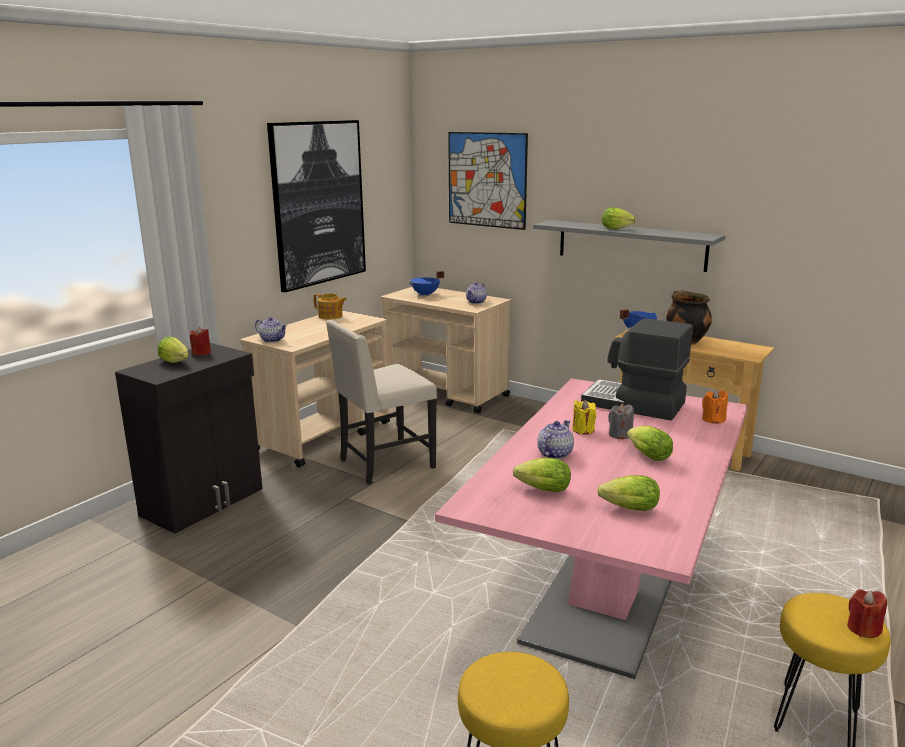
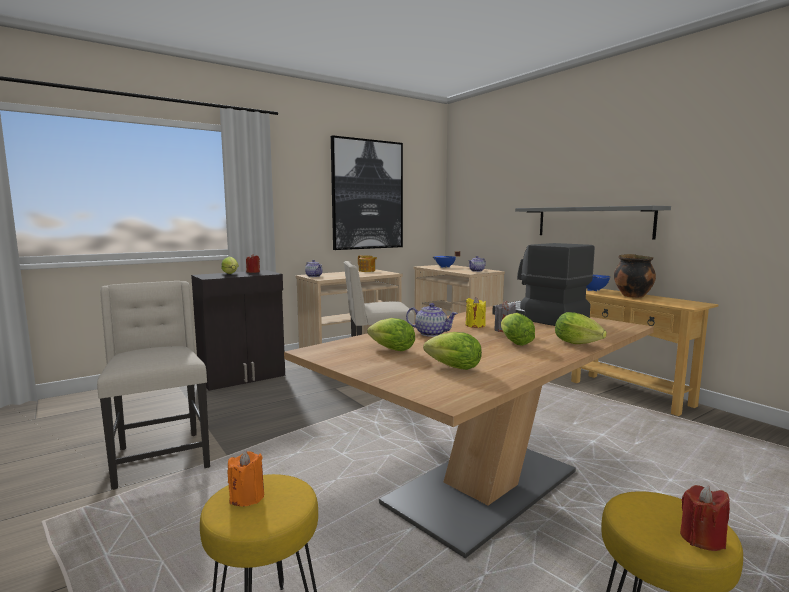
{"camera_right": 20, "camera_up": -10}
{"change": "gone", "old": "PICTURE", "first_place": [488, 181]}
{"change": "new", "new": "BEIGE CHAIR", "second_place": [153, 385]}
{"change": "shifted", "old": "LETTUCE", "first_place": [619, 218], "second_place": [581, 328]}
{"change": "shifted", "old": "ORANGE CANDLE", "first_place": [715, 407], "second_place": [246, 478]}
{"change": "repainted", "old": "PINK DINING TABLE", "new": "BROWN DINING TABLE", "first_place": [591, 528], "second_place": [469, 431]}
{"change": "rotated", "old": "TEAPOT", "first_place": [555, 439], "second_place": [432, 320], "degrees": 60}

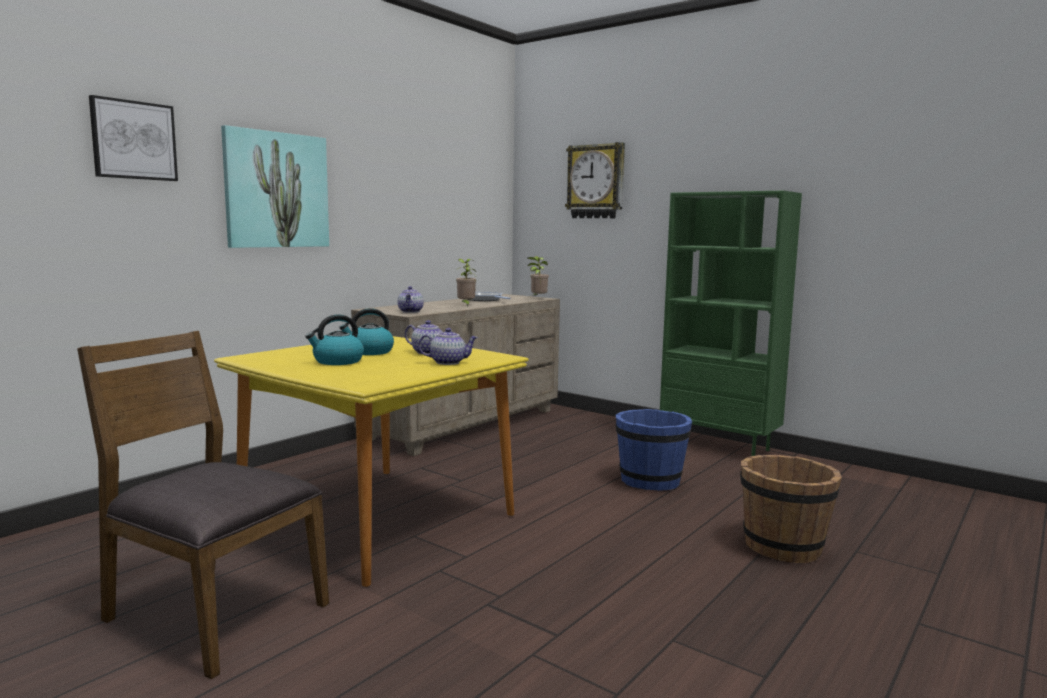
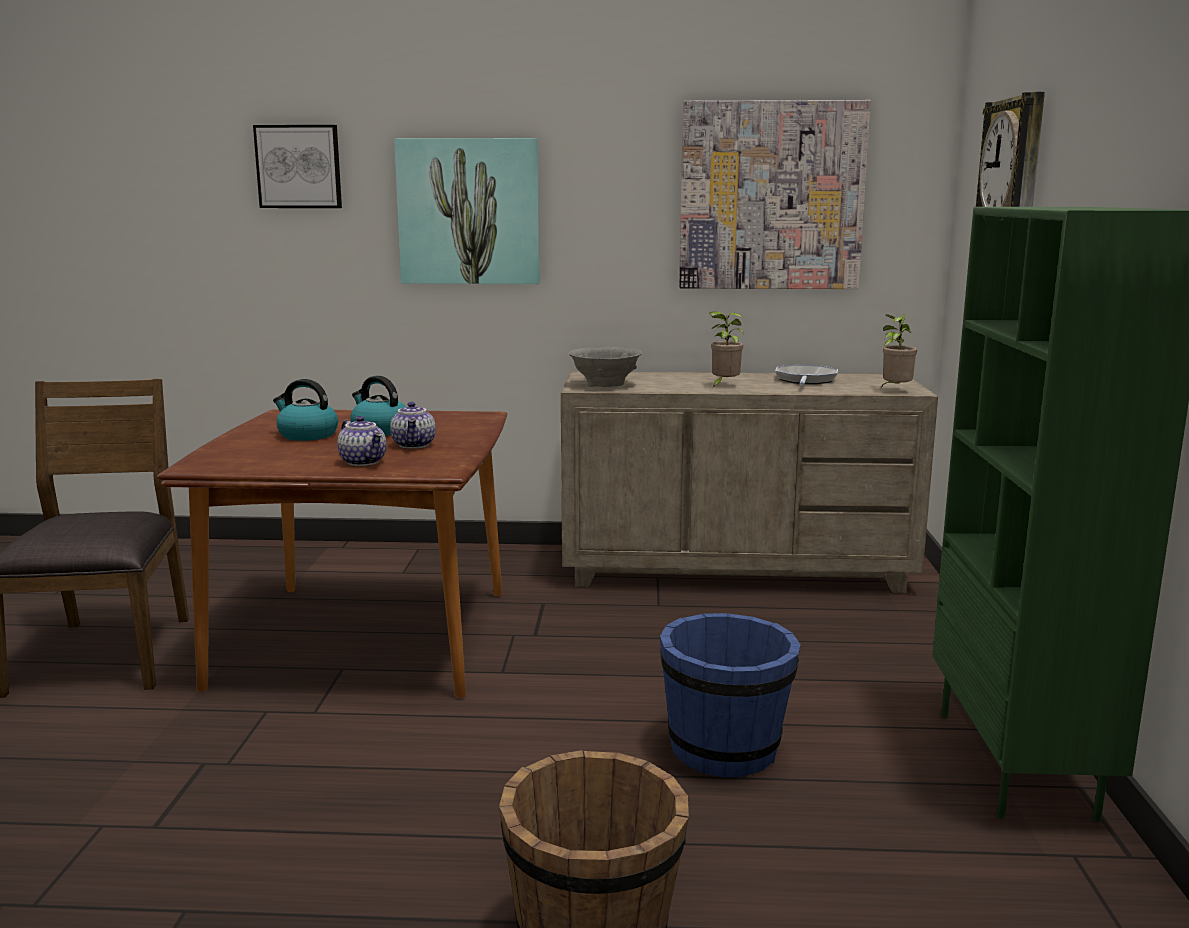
{"camera_right": 55, "camera_up": 5}
{"change": "new", "new": "PICTURE", "second_place": [775, 194]}
{"change": "swapped", "old": "TEAPOT", "new": "GREY BOWL", "first_place": [411, 299], "second_place": [605, 367]}
{"change": "repainted", "old": "YELLOW DINING TABLE", "new": "BROWN DINING TABLE", "first_place": [371, 461], "second_place": [332, 553]}

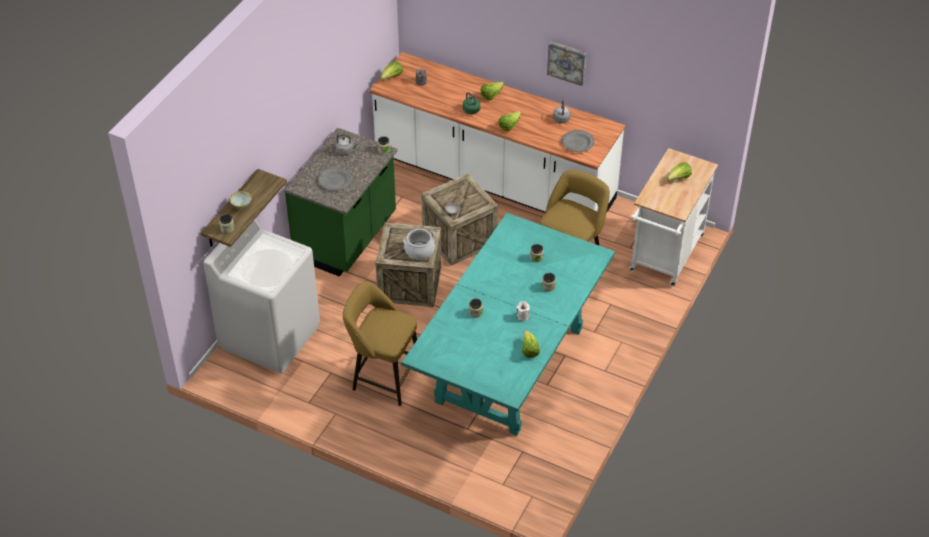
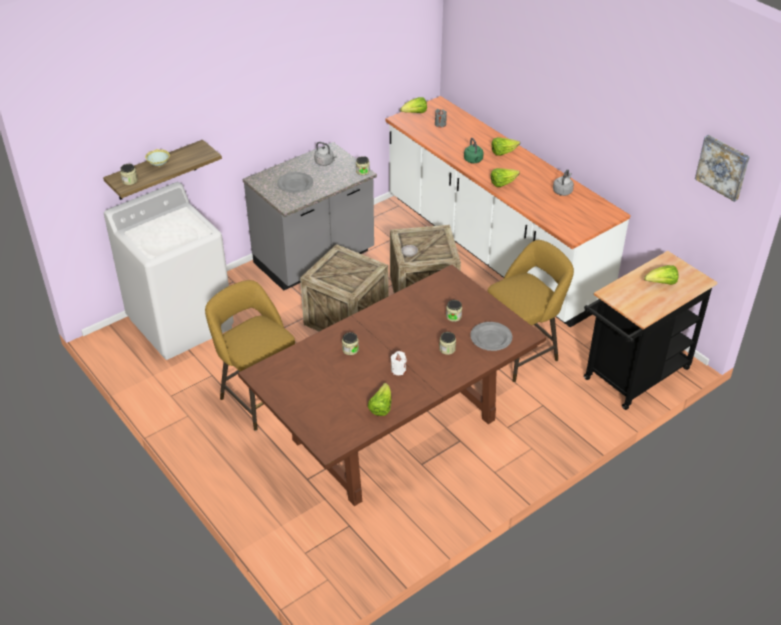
{"camera_right": 25, "camera_up": -5}
{"change": "gone", "old": "COOKING POT", "first_place": [419, 244]}
{"change": "shifted", "old": "PICTURE", "first_place": [566, 64], "second_place": [722, 168]}
{"change": "shifted", "old": "GREY PLATE", "first_place": [578, 141], "second_place": [491, 336]}
{"change": "repainted", "old": "GREEN COUNTER", "new": "GREY COUNTER", "first_place": [340, 202], "second_place": [310, 216]}
{"change": "repainted", "old": "TURQUOISE DINING TABLE", "new": "BROWN DINING TABLE", "first_place": [508, 324], "second_place": [392, 385]}
{"change": "repainted", "old": "WHITE CART", "new": "BLACK CART", "first_place": [673, 217], "second_place": [651, 330]}

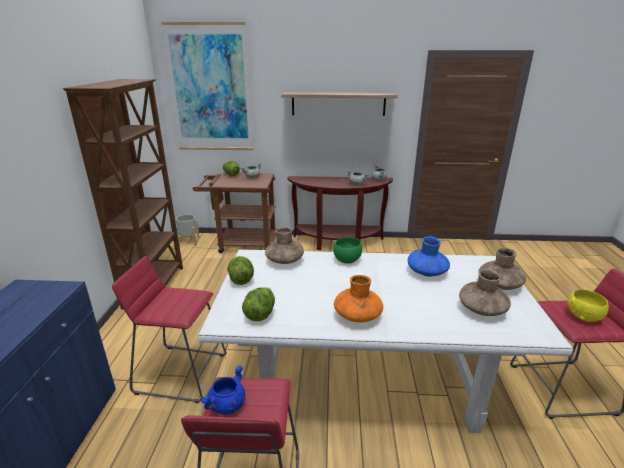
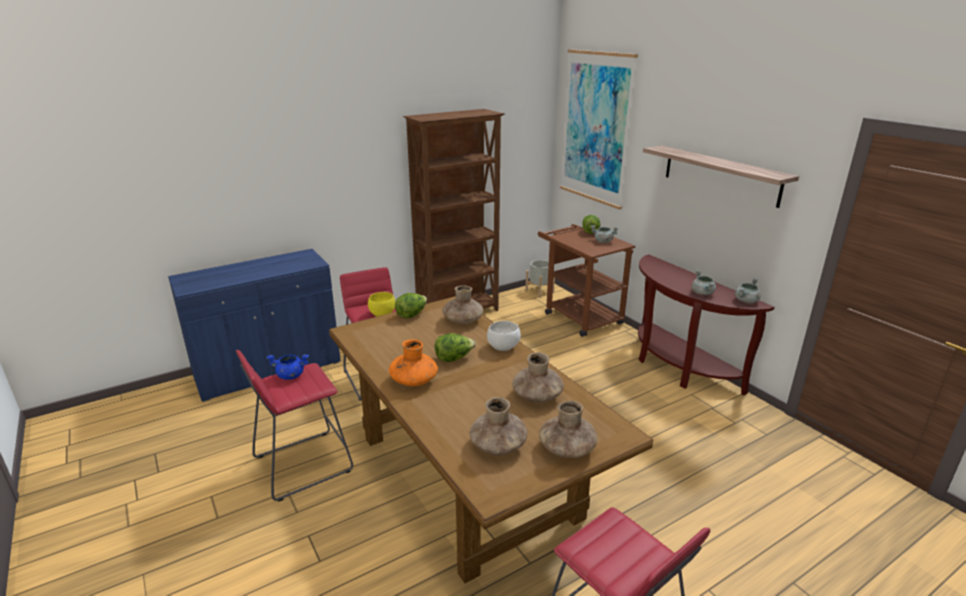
{"camera_right": 55, "camera_up": 0}
{"change": "shifted", "old": "LETTUCE", "first_place": [258, 304], "second_place": [455, 347]}
{"change": "shifted", "old": "YELLOW BOWL", "first_place": [588, 305], "second_place": [381, 304]}
{"change": "repainted", "old": "WHITE DINING TABLE", "new": "BROWN DINING TABLE", "first_place": [386, 341], "second_place": [491, 439]}
{"change": "repainted", "old": "GREEN BOWL", "new": "WHITE BOWL", "first_place": [347, 250], "second_place": [504, 336]}
{"change": "repainted", "old": "BLUE VASE", "new": "BROWN VASE", "first_place": [429, 257], "second_place": [538, 377]}

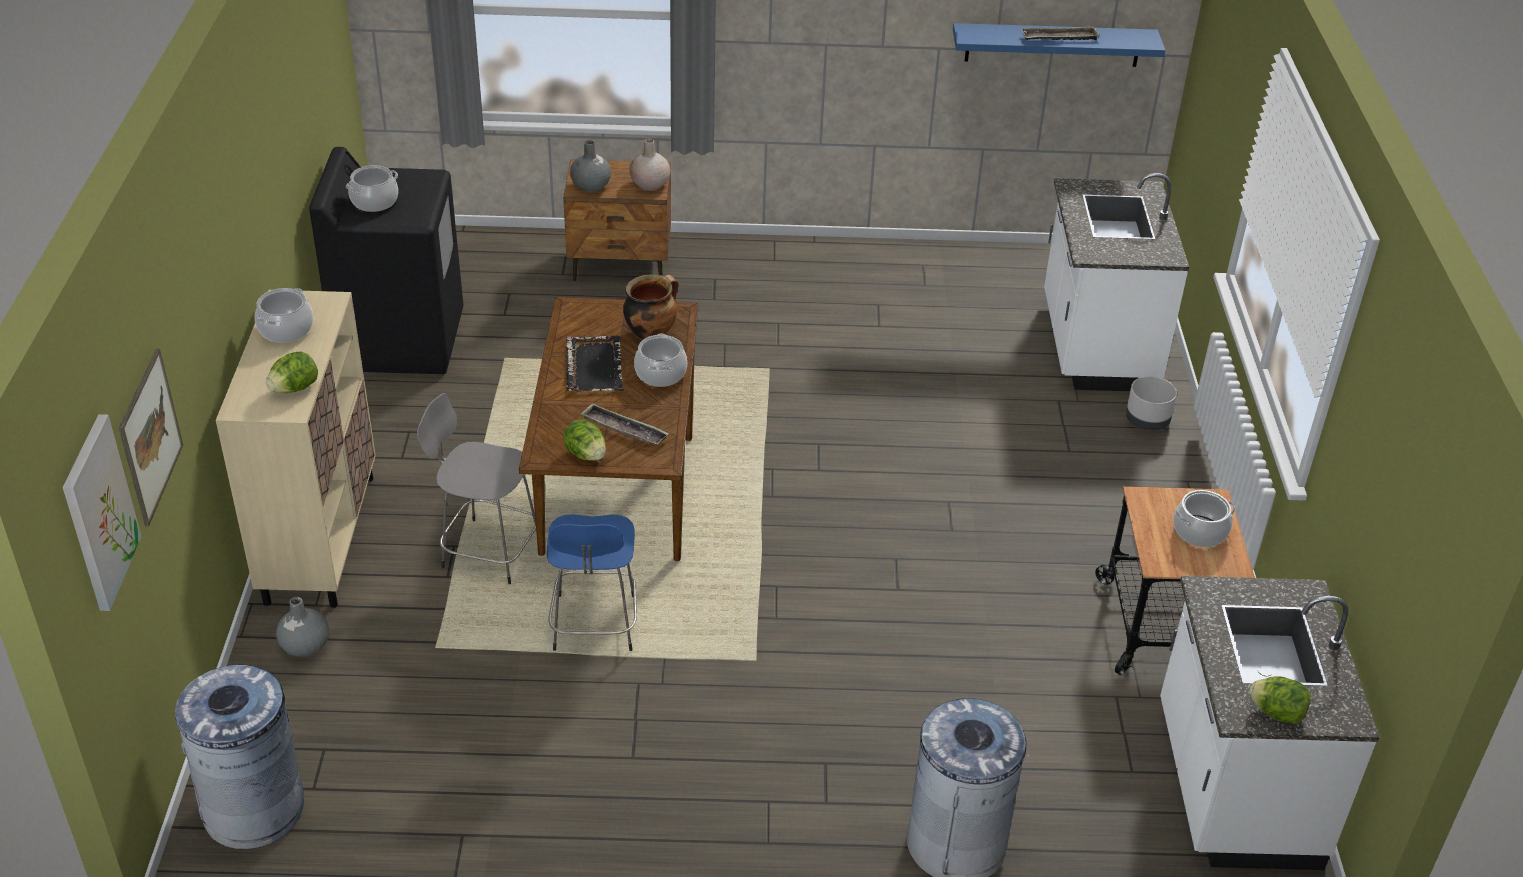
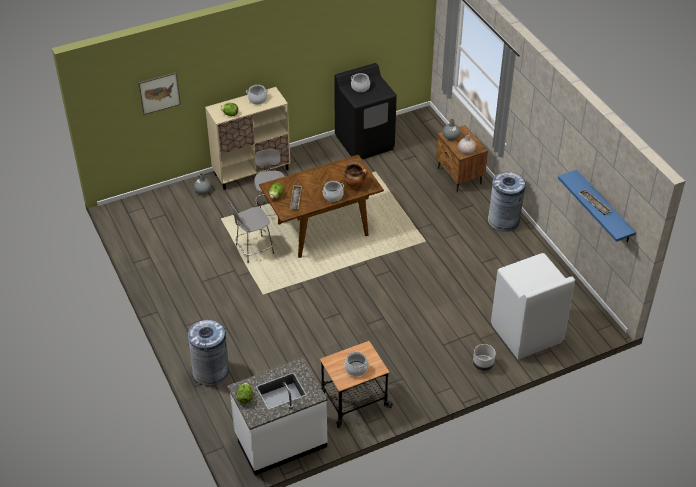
{"camera_right": 65, "camera_up": 5}
{"change": "gone", "old": "PICTURE", "first_place": [102, 512]}
{"change": "gone", "old": "BLACK TRAY", "first_place": [594, 363]}
{"change": "shifted", "old": "GREY TRASH CAN", "first_place": [239, 757], "second_place": [507, 201]}
{"change": "swapped", "old": "WHITE COUNTER", "new": "WHITE WASHING MACHINE", "first_place": [1116, 282], "second_place": [533, 306]}
{"change": "repainted", "old": "BLUE STOOL", "new": "GREY STOOL", "first_place": [592, 582], "second_place": [251, 232]}

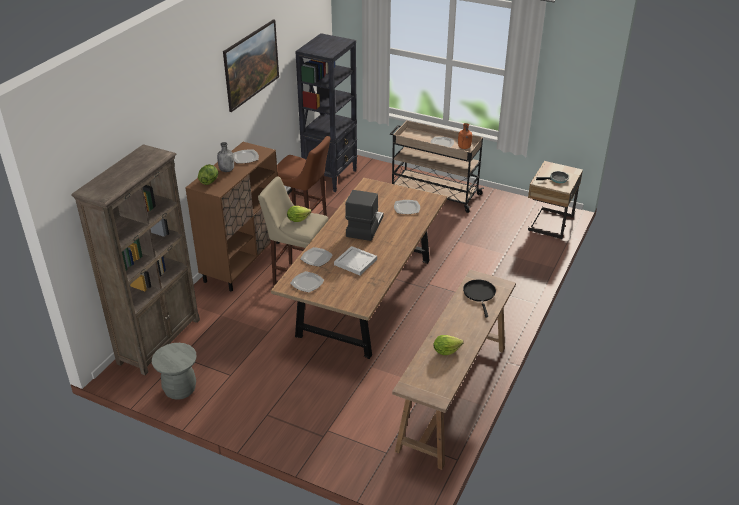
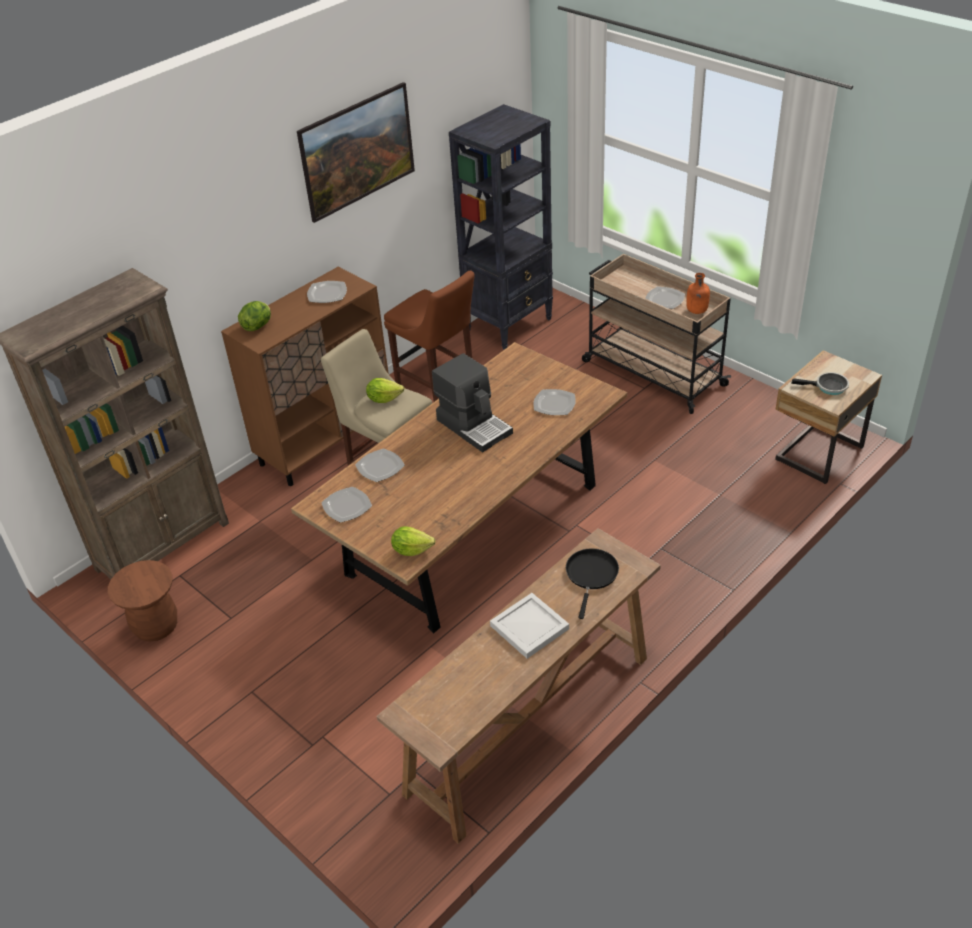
{"camera_right": 20, "camera_up": 5}
{"change": "gone", "old": "GREY BOTTLE", "first_place": [225, 157]}
{"change": "shifted", "old": "WHITE TRAY", "first_place": [355, 260], "second_place": [529, 626]}
{"change": "shifted", "old": "LETTUCE", "first_place": [448, 345], "second_place": [413, 541]}
{"change": "repainted", "old": "GREY STOOL", "new": "BROWN STOOL", "first_place": [174, 371], "second_place": [142, 600]}
{"change": "rotated", "old": "COFFEE MACHINE", "first_place": [364, 215], "second_place": [472, 402], "degrees": 105}

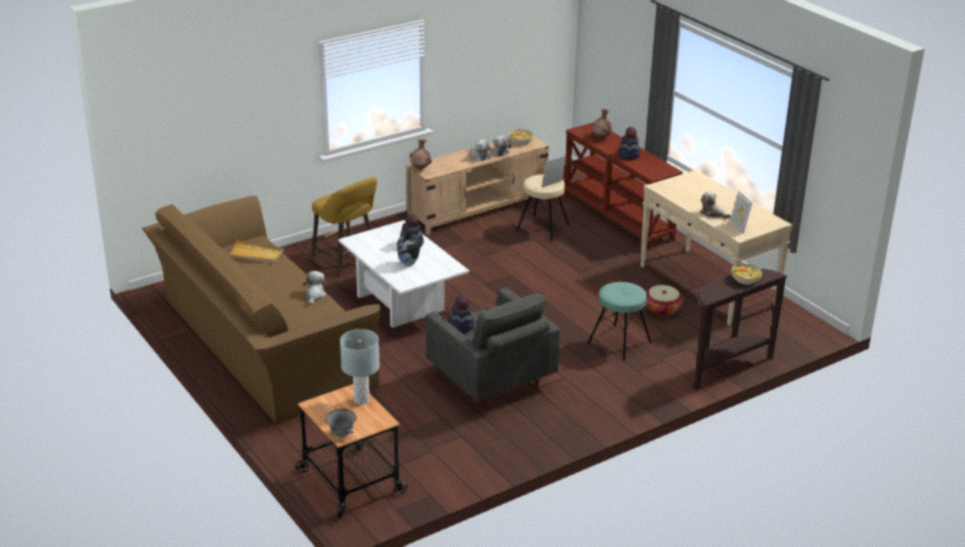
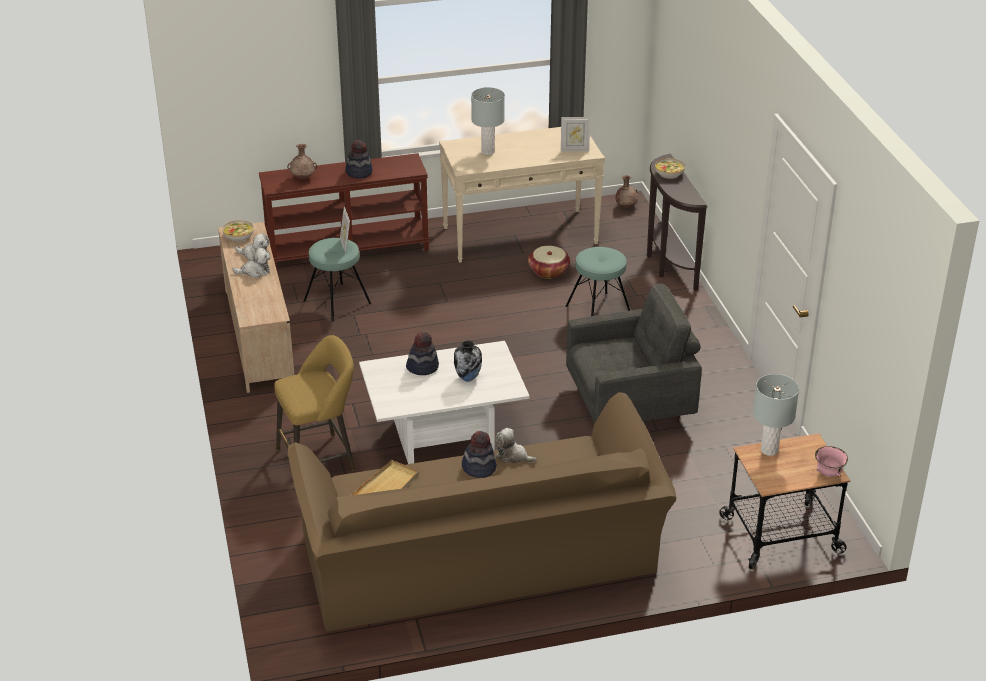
{"camera_right": -70, "camera_up": 5}
{"change": "gone", "old": "PLUSH TOY", "first_place": [715, 205]}
{"change": "new", "new": "GREY TABLE LAMP", "second_place": [488, 121]}
{"change": "shifted", "old": "BROWN VASE", "first_place": [421, 154], "second_place": [627, 191]}
{"change": "shifted", "old": "HAT", "first_place": [462, 314], "second_place": [479, 454]}
{"change": "repainted", "old": "GREY BOWL", "new": "PINK BOWL", "first_place": [341, 423], "second_place": [831, 461]}
{"change": "repainted", "old": "BEIGE STOOL", "new": "TURQUOISE STOOL", "first_place": [542, 208], "second_place": [337, 280]}

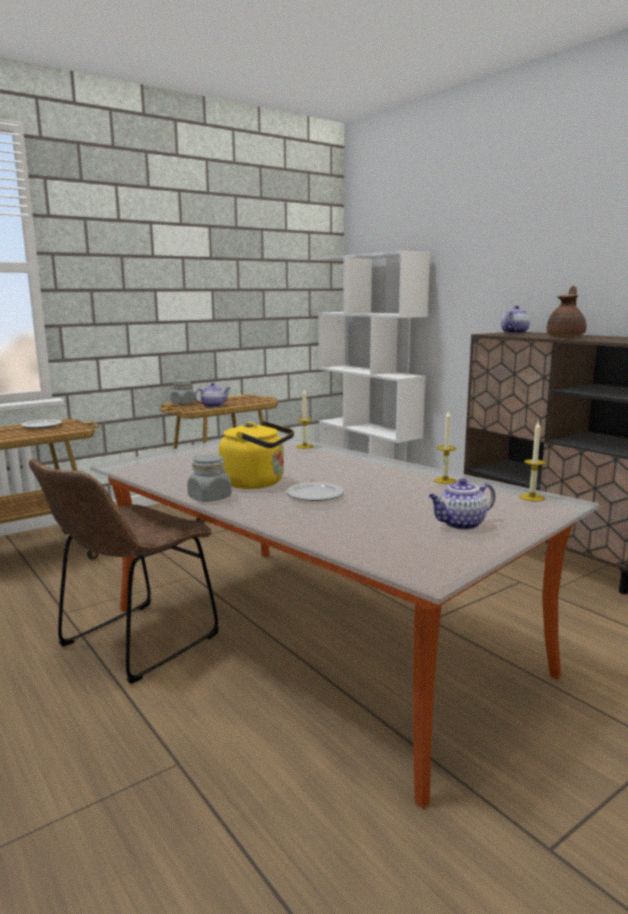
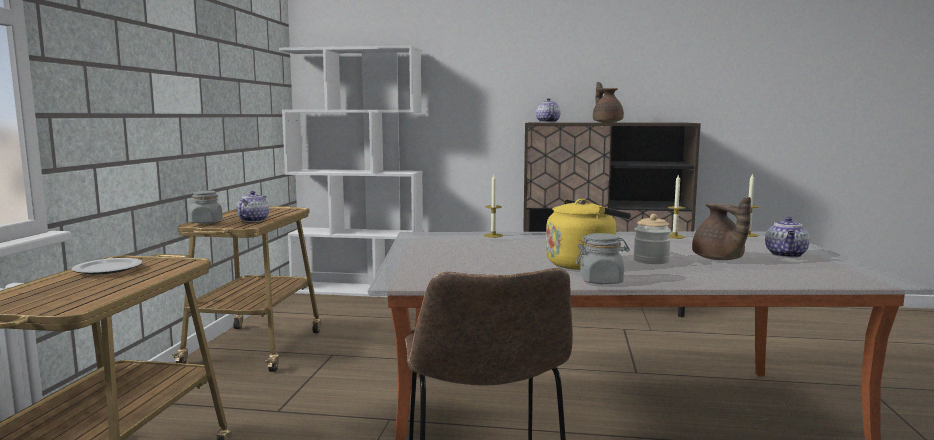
{"camera_right": -45, "camera_up": -5}
{"change": "new", "new": "BROWN TEAPOT", "second_place": [721, 228]}
{"change": "swapped", "old": "PLATE", "new": "JAR", "first_place": [315, 491], "second_place": [652, 239]}

